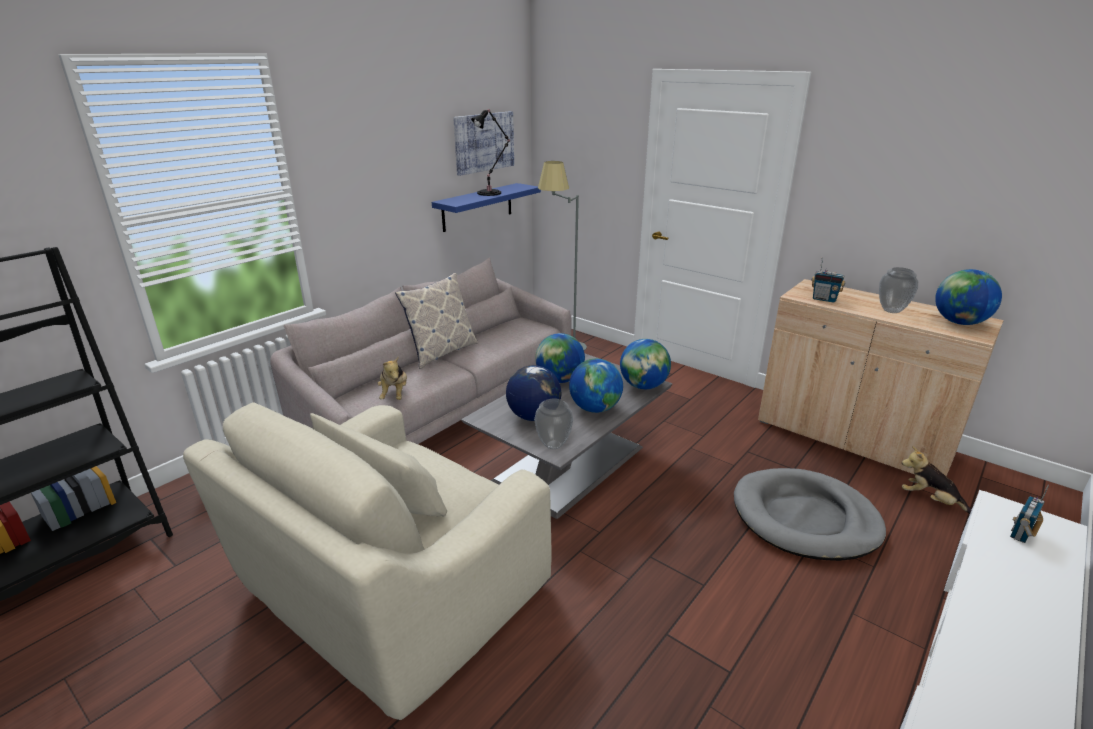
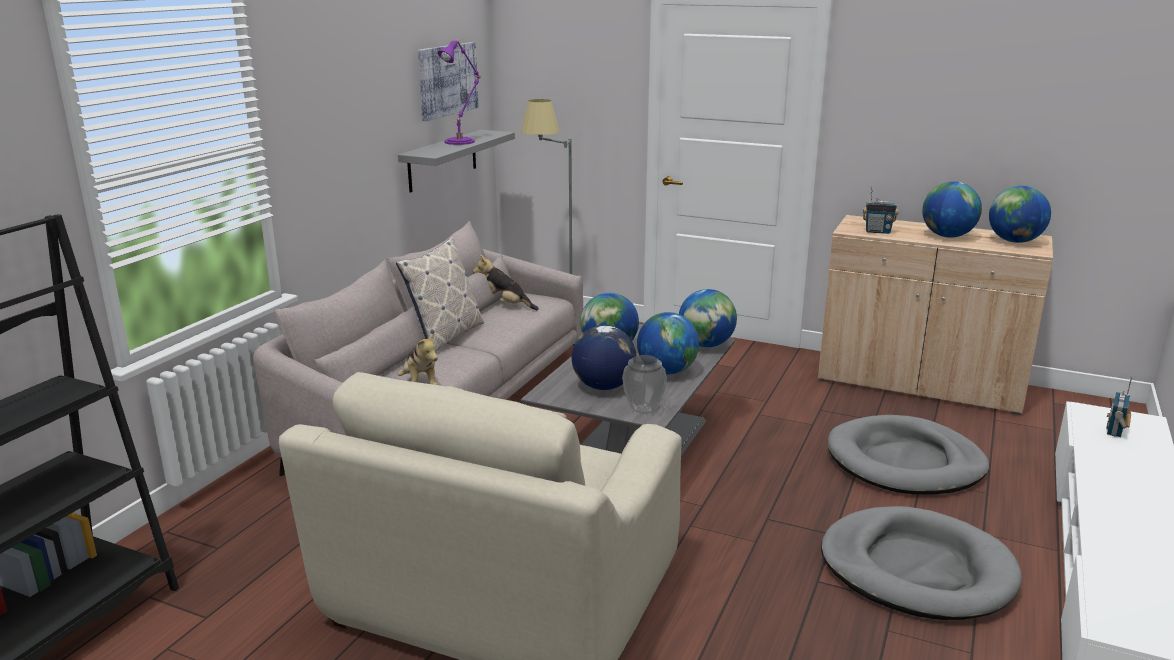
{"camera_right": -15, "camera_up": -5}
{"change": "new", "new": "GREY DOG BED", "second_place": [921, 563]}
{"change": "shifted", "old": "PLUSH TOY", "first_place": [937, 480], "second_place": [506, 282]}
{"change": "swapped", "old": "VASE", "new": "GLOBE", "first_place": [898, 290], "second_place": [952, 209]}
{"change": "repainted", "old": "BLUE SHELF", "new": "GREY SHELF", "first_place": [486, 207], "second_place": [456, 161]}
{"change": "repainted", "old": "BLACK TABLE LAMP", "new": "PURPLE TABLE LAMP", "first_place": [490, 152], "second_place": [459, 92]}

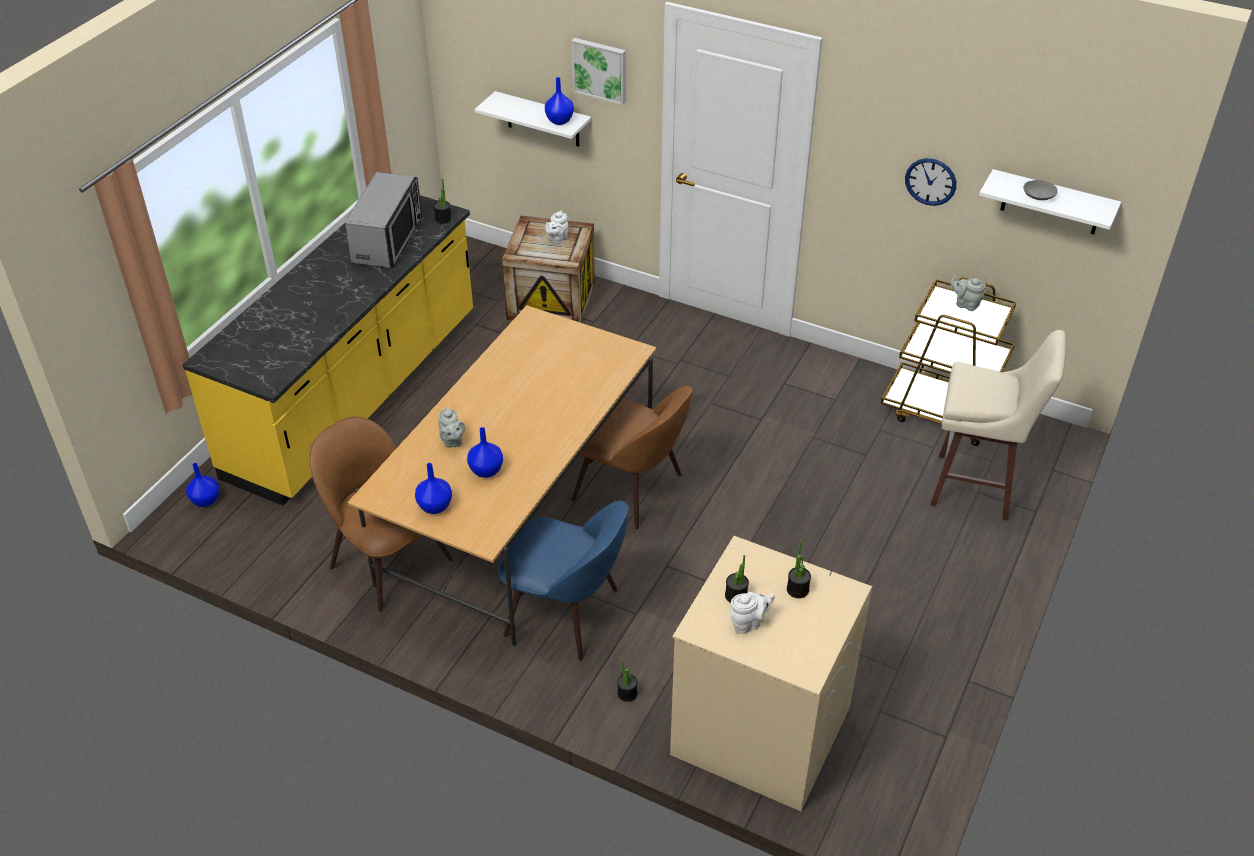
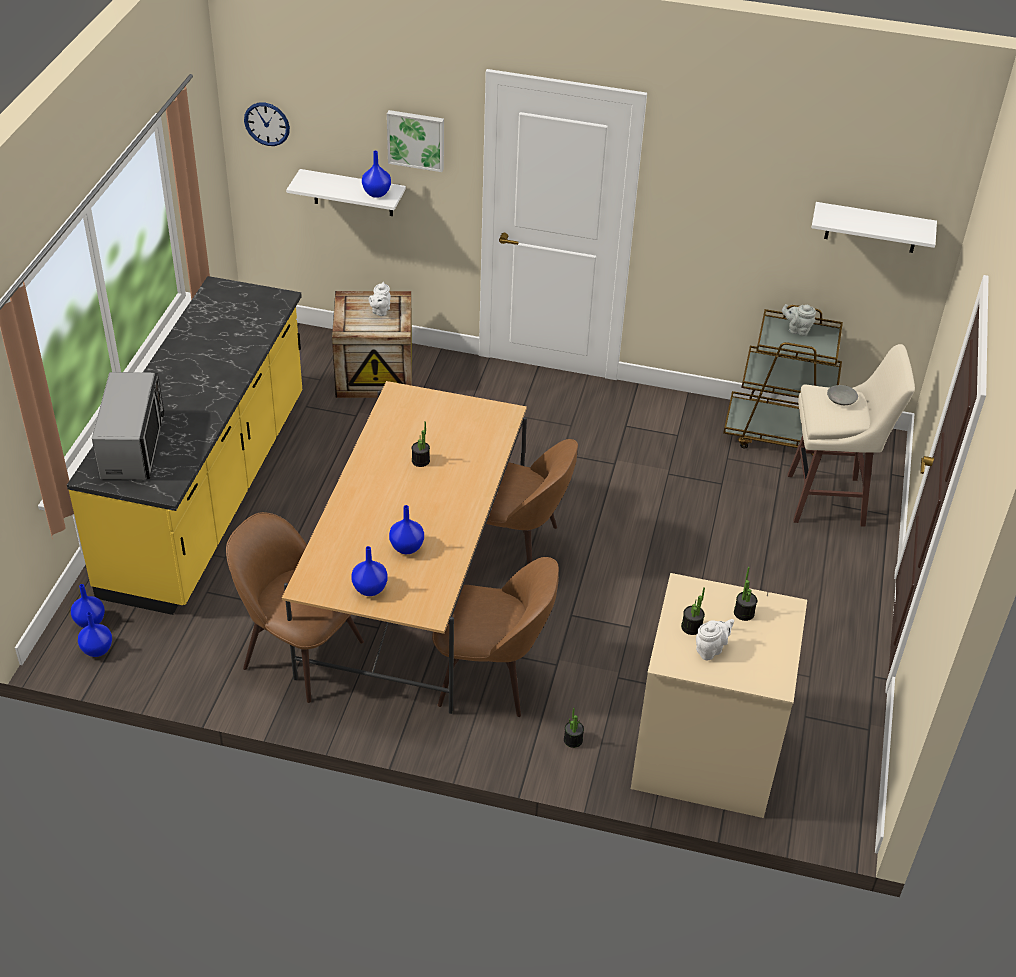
{"camera_right": -15, "camera_up": 0}
{"change": "gone", "old": "GREY TEAPOT", "first_place": [451, 427]}
{"change": "new", "new": "BLUE VASE", "second_place": [95, 634]}
{"change": "shifted", "old": "MICROWAVE", "first_place": [383, 220], "second_place": [128, 426]}
{"change": "shifted", "old": "POTTED PLANT", "first_place": [443, 201], "second_place": [421, 444]}
{"change": "shifted", "old": "WALL CLOCK", "first_place": [930, 182], "second_place": [267, 124]}
{"change": "shifted", "old": "GREY BOWL", "first_place": [1040, 190], "second_place": [842, 395]}
{"change": "repainted", "old": "BLUE CHAIR", "new": "BROWN CHAIR", "first_place": [563, 581], "second_place": [495, 637]}

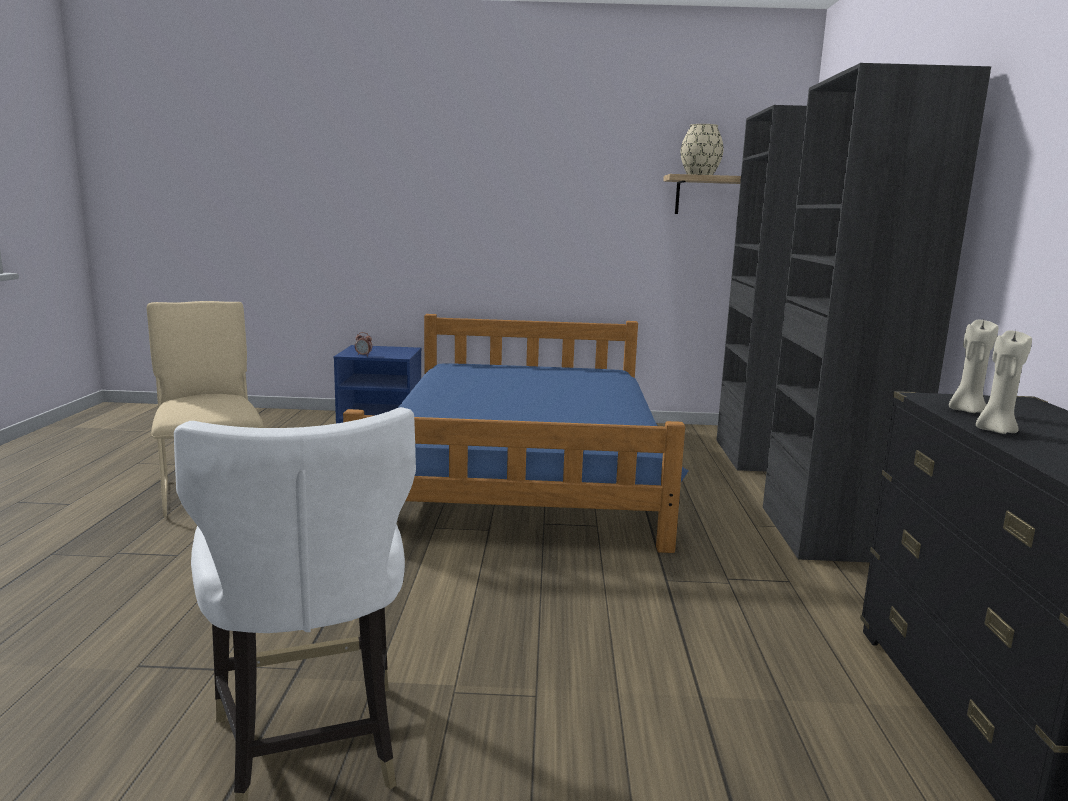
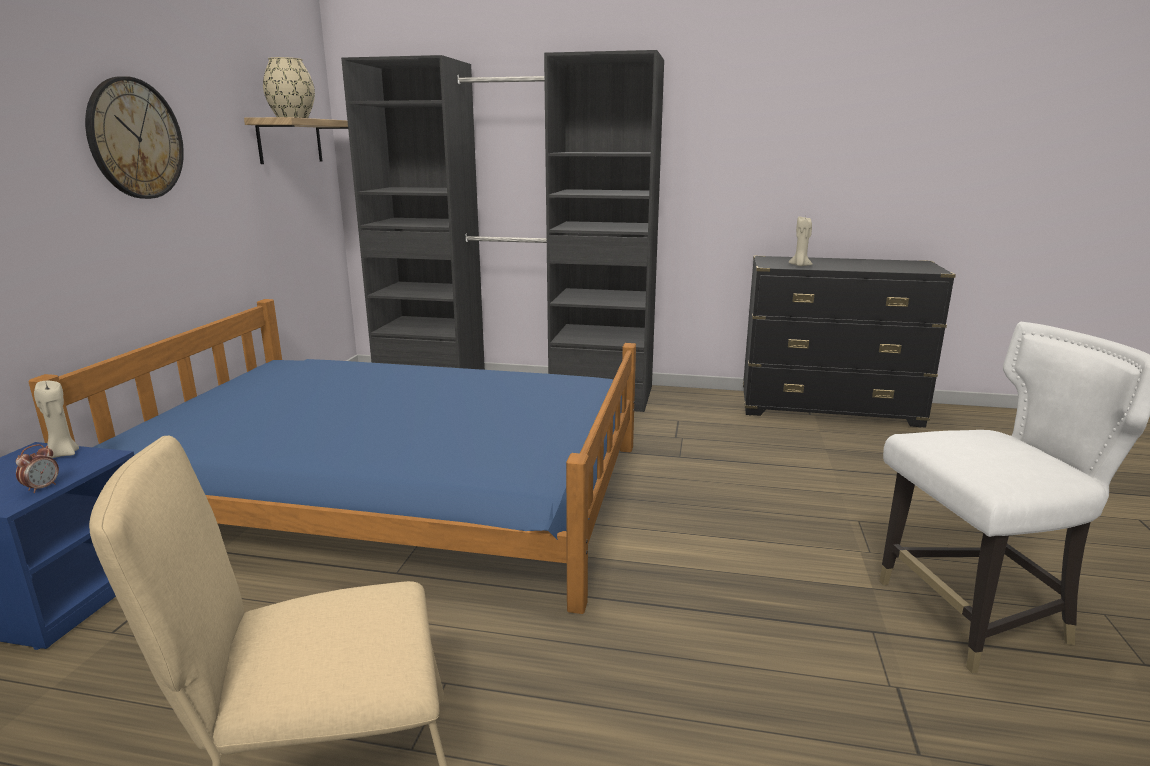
{"camera_right": -80, "camera_up": 5}
{"change": "new", "new": "WALL CLOCK", "second_place": [134, 137]}
{"change": "shifted", "old": "BEIGE CANDLE", "first_place": [1004, 382], "second_place": [56, 419]}

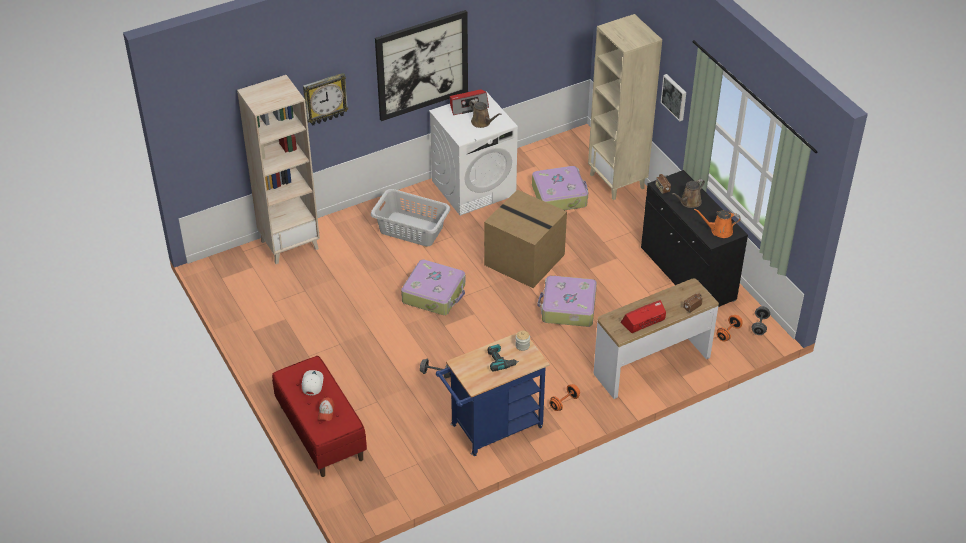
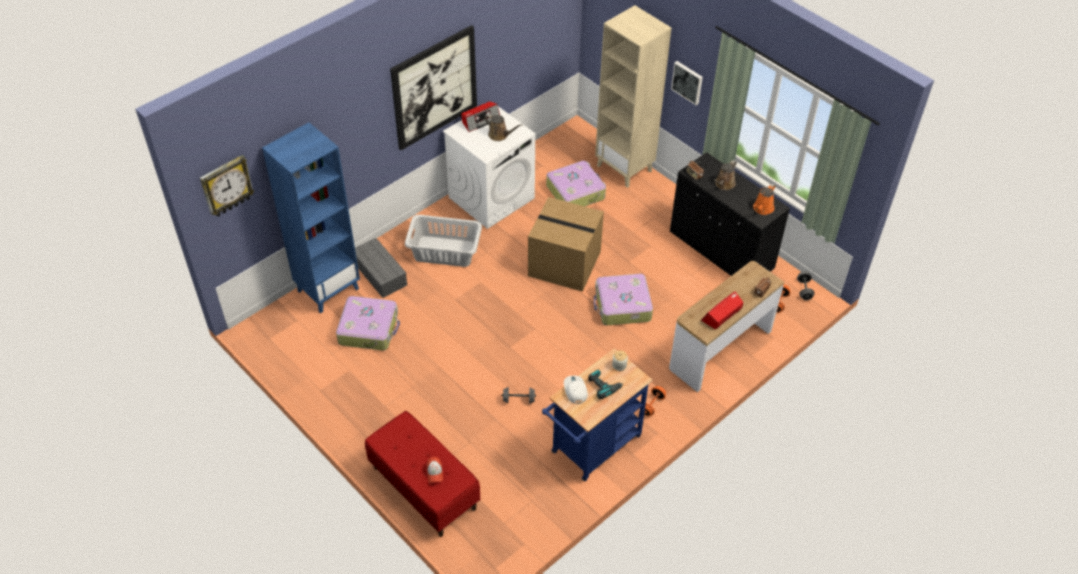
{"camera_right": -15, "camera_up": 5}
{"change": "new", "new": "GREY STORAGE BOX", "second_place": [381, 268]}
{"change": "shifted", "old": "WHITE CAP", "first_place": [312, 383], "second_place": [576, 390]}
{"change": "shifted", "old": "WALL CLOCK", "first_place": [326, 99], "second_place": [227, 186]}
{"change": "shifted", "old": "SUITCASE", "first_place": [433, 287], "second_place": [368, 323]}
{"change": "repainted", "old": "BEIGE BOOKCASE", "new": "BLUE BOOKCASE", "first_place": [278, 169], "second_place": [311, 217]}
{"change": "rotated", "old": "ORANGE WATERING CAN", "first_place": [717, 223], "second_place": [764, 199], "degrees": -45}

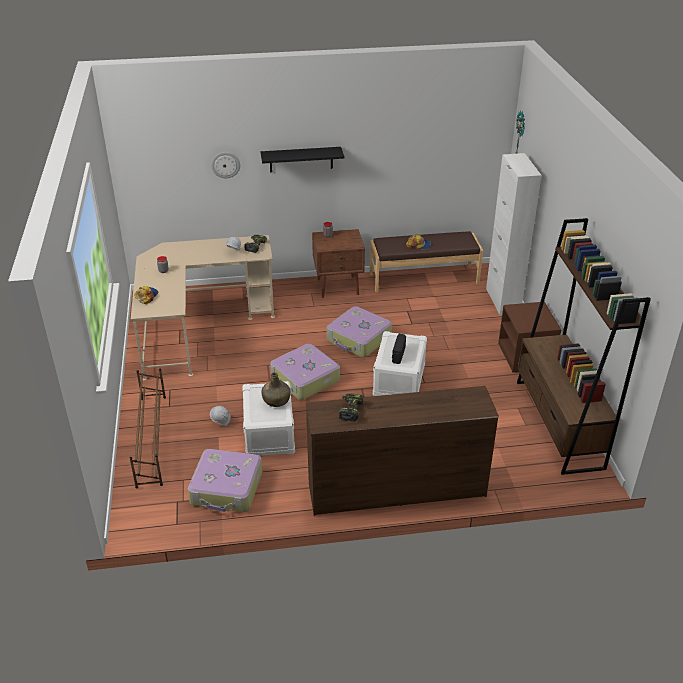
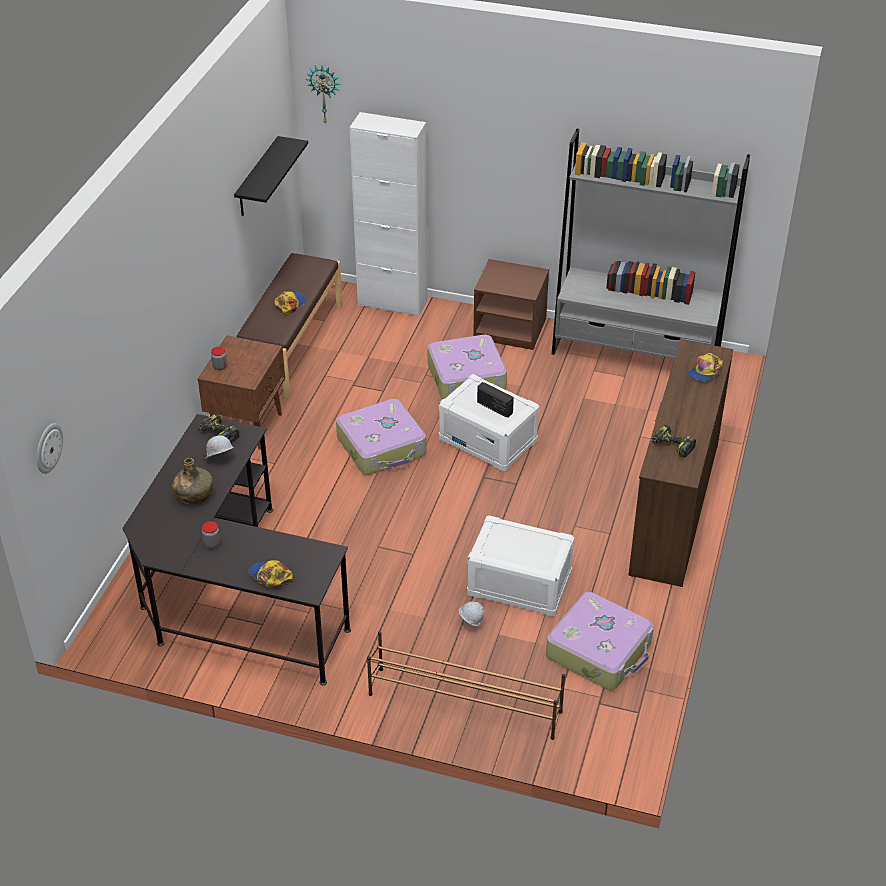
{"camera_right": -65, "camera_up": 5}
{"change": "new", "new": "CAP", "second_place": [705, 367]}
{"change": "shifted", "old": "WALL CLOCK", "first_place": [225, 165], "second_place": [49, 448]}
{"change": "shifted", "old": "BLACK SHELF", "first_place": [302, 159], "second_place": [271, 176]}
{"change": "shifted", "old": "GREEN BOTTLE", "first_place": [276, 389], "second_place": [192, 481]}
{"change": "shifted", "old": "SUITCASE", "first_place": [305, 372], "second_place": [467, 367]}
{"change": "repainted", "old": "BEIGE DESK", "new": "BLACK DESK", "first_place": [203, 308], "second_place": [236, 549]}
{"change": "repainted", "old": "BROWN BOOKCASE", "new": "GREY BOOKCASE", "first_place": [584, 346], "second_place": [651, 243]}

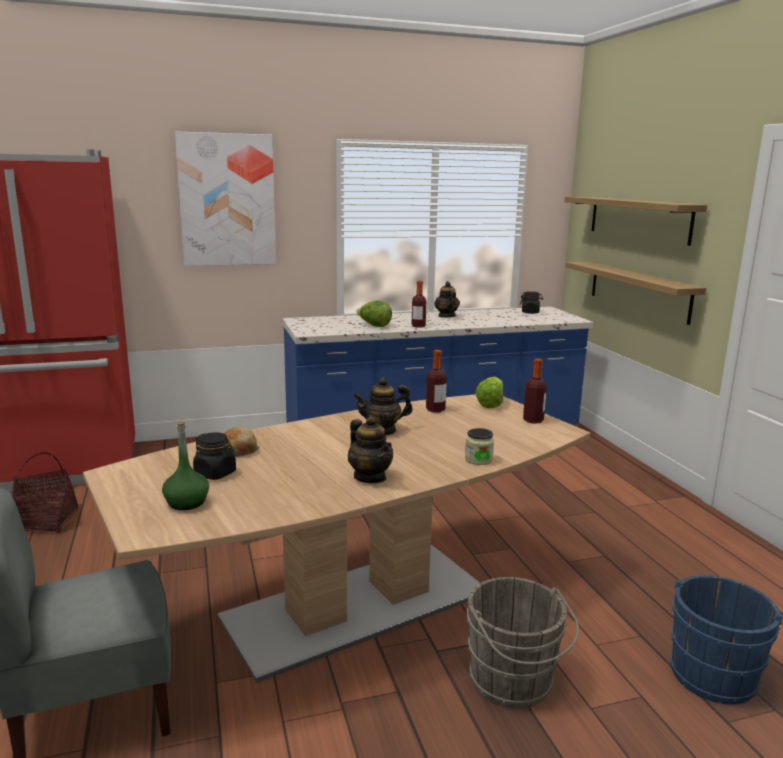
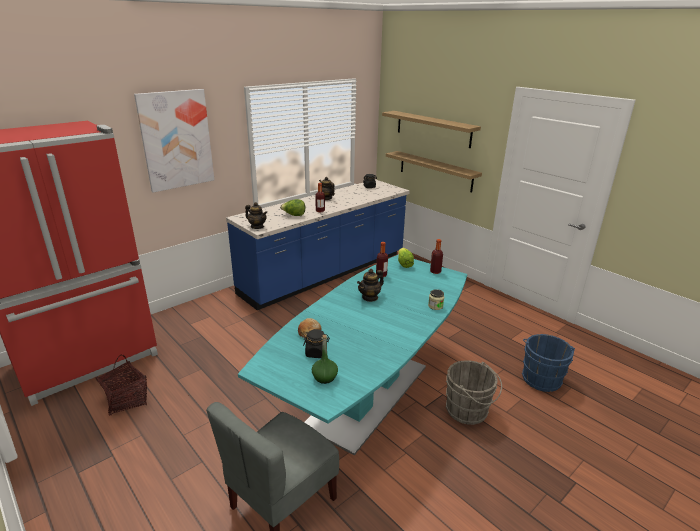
{"camera_right": -25, "camera_up": 10}
{"change": "shifted", "old": "TEAPOT", "first_place": [370, 449], "second_place": [256, 215]}
{"change": "repainted", "old": "BROWN DINING TABLE", "new": "TURQUOISE DINING TABLE", "first_place": [336, 538], "second_place": [352, 355]}

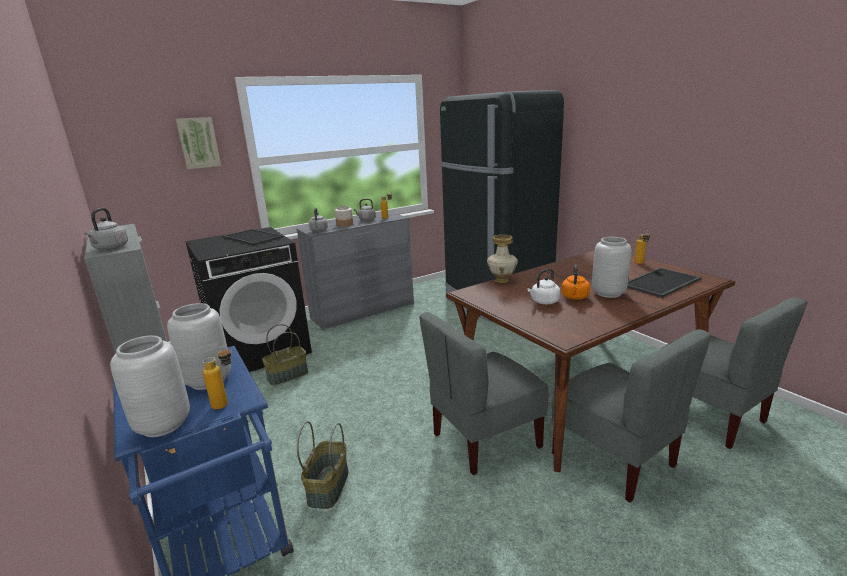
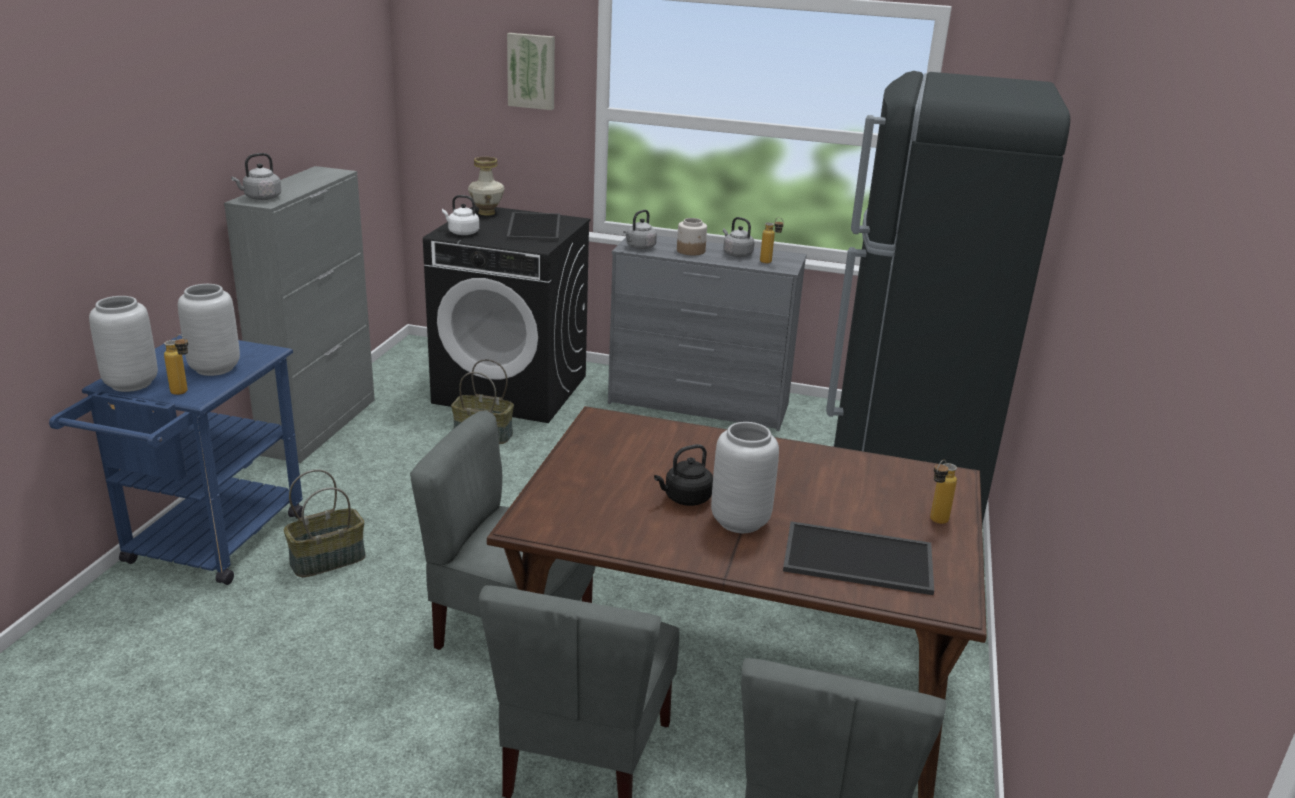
{"camera_right": 45, "camera_up": 5}
{"change": "shifted", "old": "VASE", "first_place": [502, 259], "second_place": [486, 186]}
{"change": "shifted", "old": "WHITE KETTLE", "first_place": [543, 286], "second_place": [460, 215]}
{"change": "repainted", "old": "ORANGE KETTLE", "new": "BLACK KETTLE", "first_place": [575, 282], "second_place": [683, 475]}

